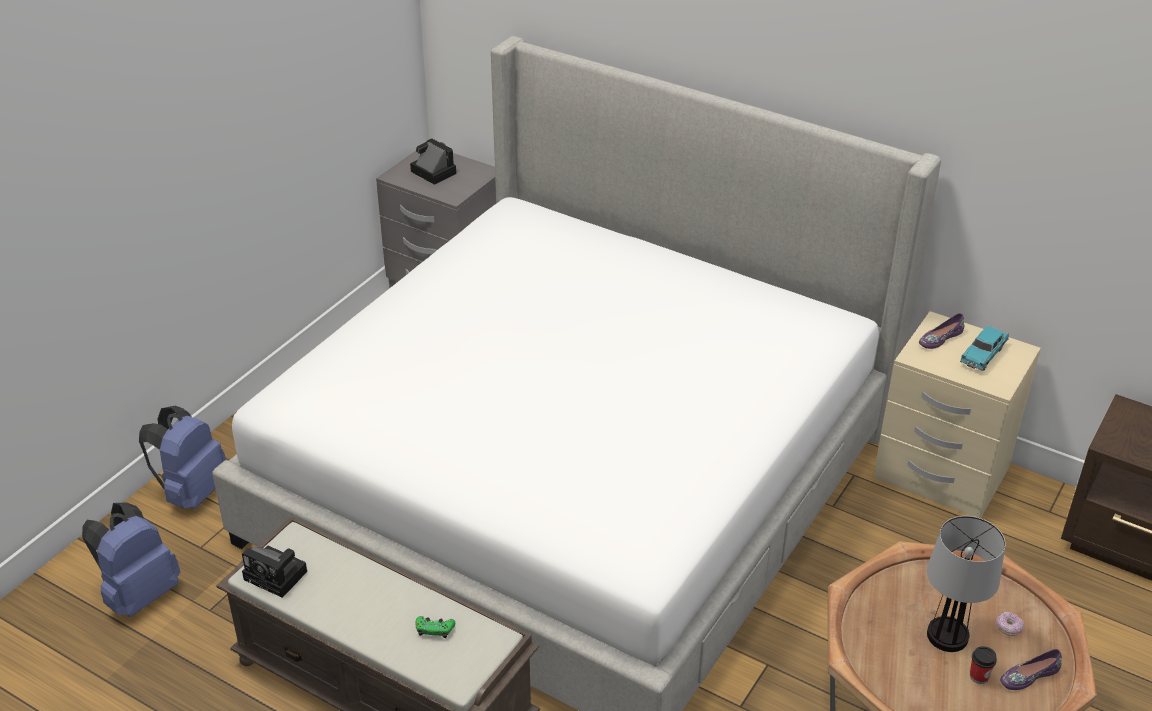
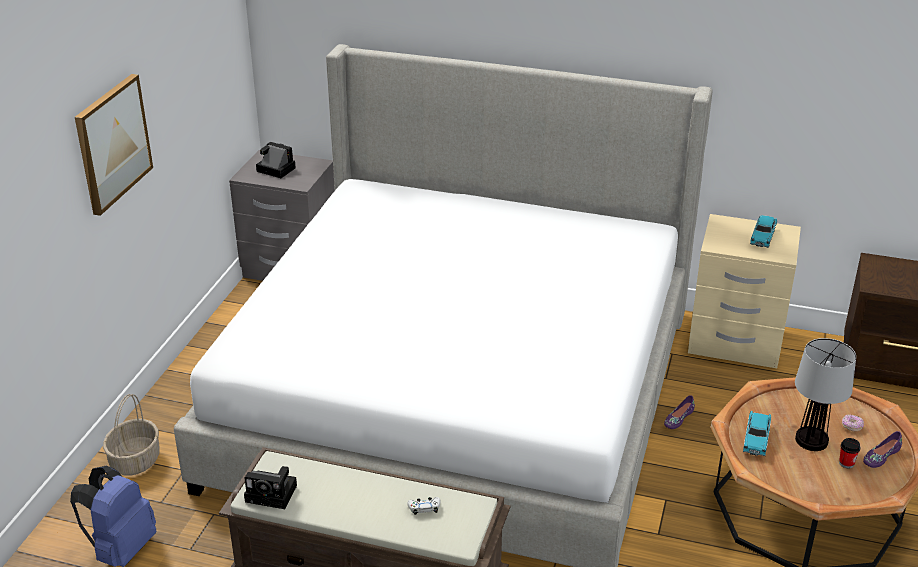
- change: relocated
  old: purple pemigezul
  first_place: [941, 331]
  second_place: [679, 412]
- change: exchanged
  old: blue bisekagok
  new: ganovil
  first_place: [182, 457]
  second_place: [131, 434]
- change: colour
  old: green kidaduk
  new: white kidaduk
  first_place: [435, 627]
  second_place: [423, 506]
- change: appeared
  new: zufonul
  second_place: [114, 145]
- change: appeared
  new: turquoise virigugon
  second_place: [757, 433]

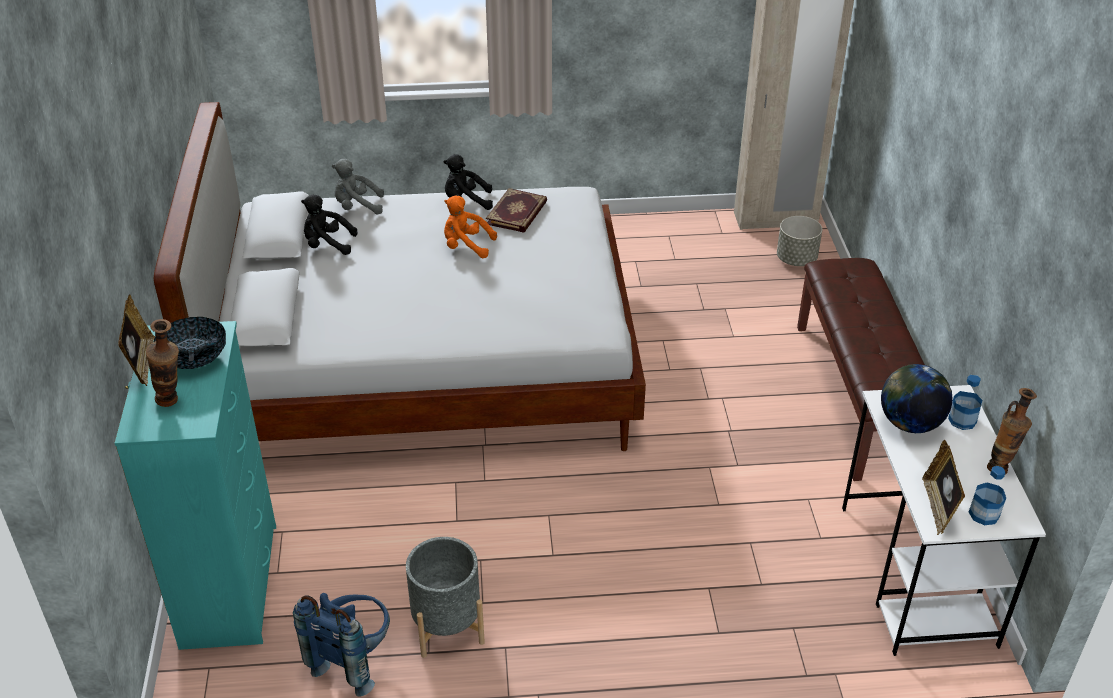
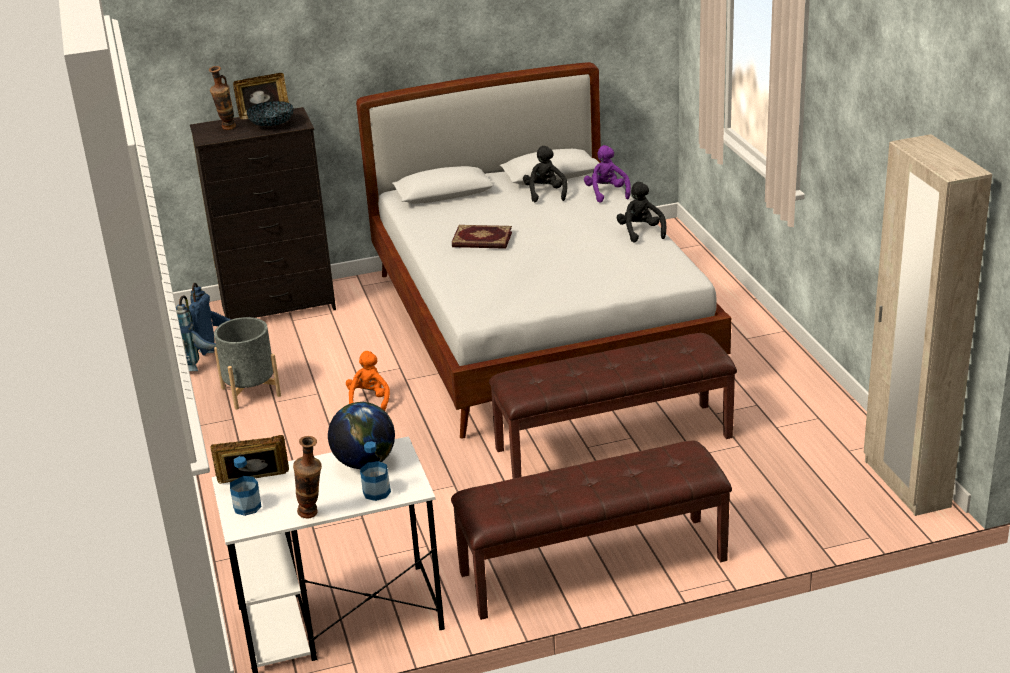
- change: colour
  old: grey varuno
  new: purple varuno
  first_place: [358, 186]
  second_place: [607, 174]
- change: relocated
  old: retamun
  first_place: [516, 210]
  second_place: [482, 237]
- change: relocated
  old: orange varuno
  first_place: [470, 226]
  second_place: [368, 381]
- change: missing
  old: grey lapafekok
  first_place: [799, 241]
- change: colour
  old: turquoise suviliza
  new: black suviliza
  first_place: [195, 485]
  second_place: [263, 213]
- change: appeared
  new: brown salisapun
  second_place: [613, 406]

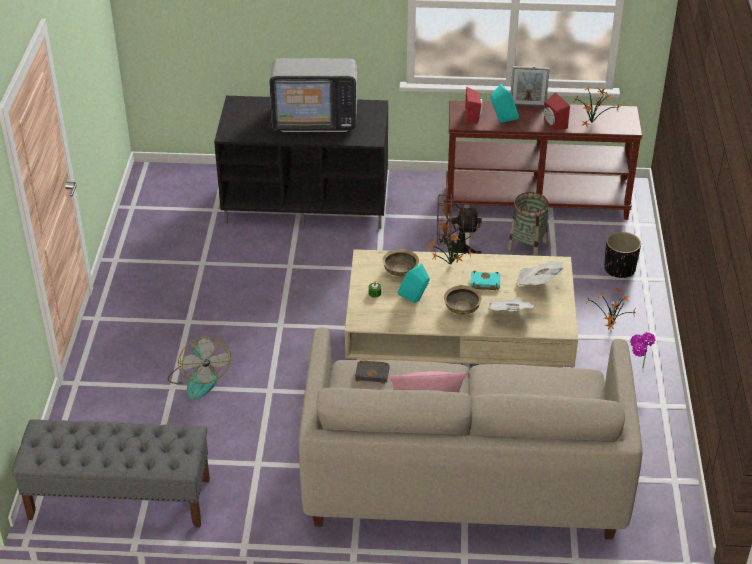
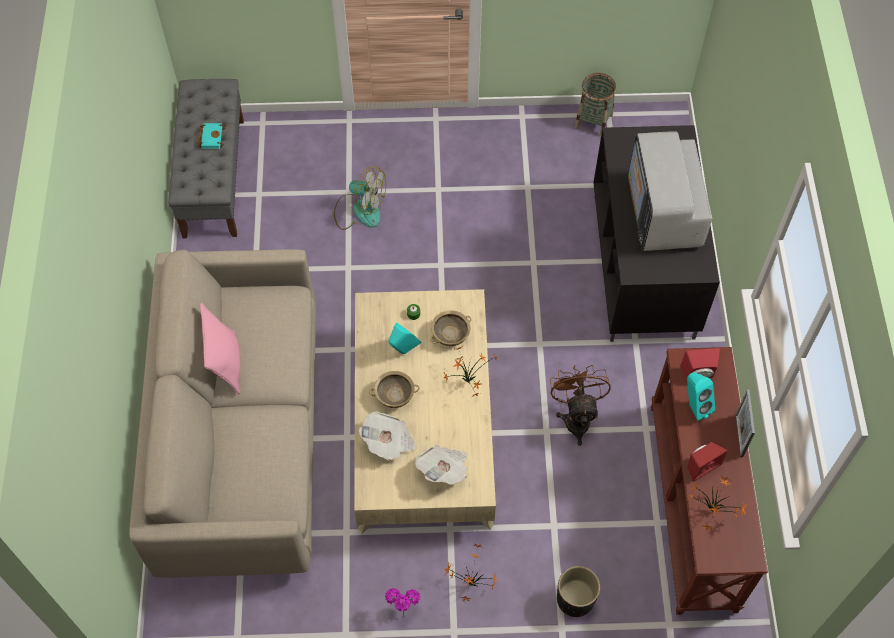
- change: relocated
  old: ganovil
  first_place: [528, 224]
  second_place: [596, 104]
- change: relocated
  old: turquoise retamun
  first_place: [485, 280]
  second_place: [211, 136]
- change: spun
  old: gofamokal
  first_place: [199, 368]
  second_place: [360, 198]
  degrees: -135
- change: missing
  old: black retamun
  first_place: [372, 372]

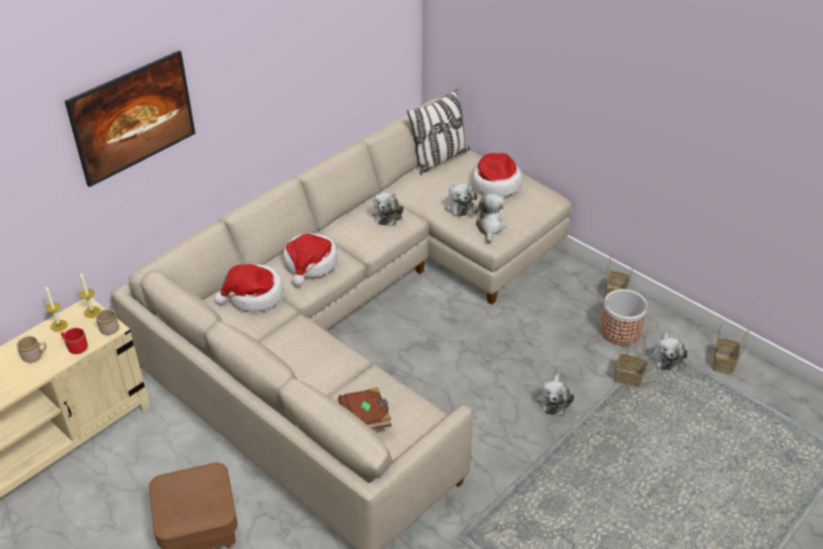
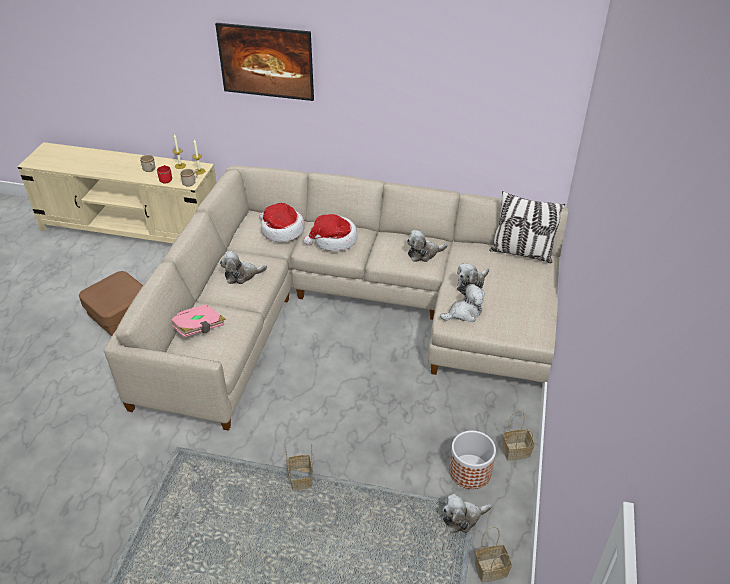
- change: missing
  old: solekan
  first_place: [497, 175]
- change: relocated
  old: ganovil
  first_place: [630, 360]
  second_place: [299, 467]
- change: relocated
  old: varuno
  first_place: [555, 394]
  second_place: [243, 267]
- change: colour
  old: brown retamun
  new: pink retamun
  first_place: [364, 408]
  second_place: [198, 320]

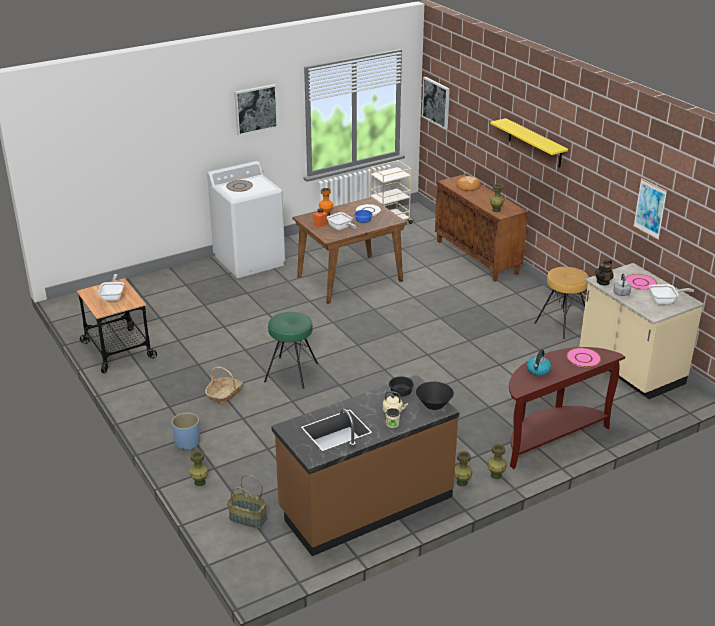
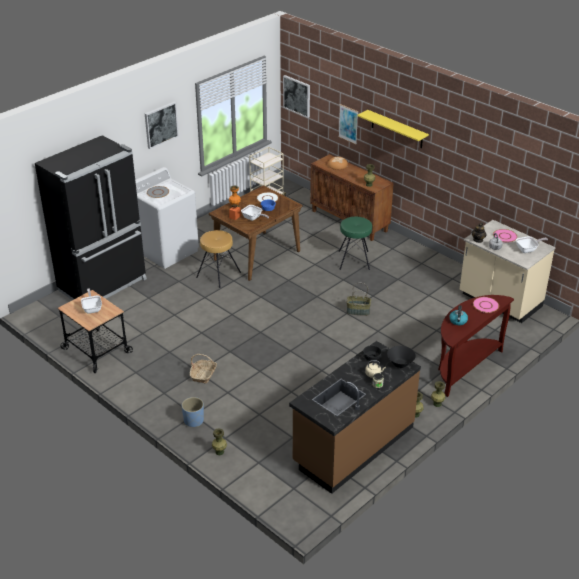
- change: relocated
  old: zufonul
  first_place: [650, 209]
  second_place: [348, 124]
- change: relocated
  old: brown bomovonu
  first_place: [562, 303]
  second_place: [218, 259]
- change: relocated
  old: green bomovonu
  first_place: [291, 350]
  second_place: [355, 243]
- change: relocated
  old: ganovil
  first_place: [247, 501]
  second_place: [359, 299]
- change: appeared
  new: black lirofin
  second_place: [91, 217]

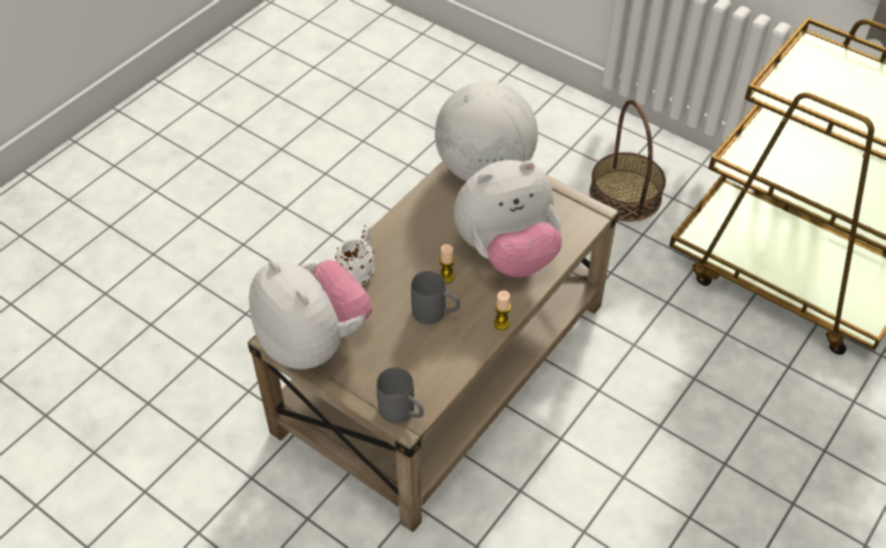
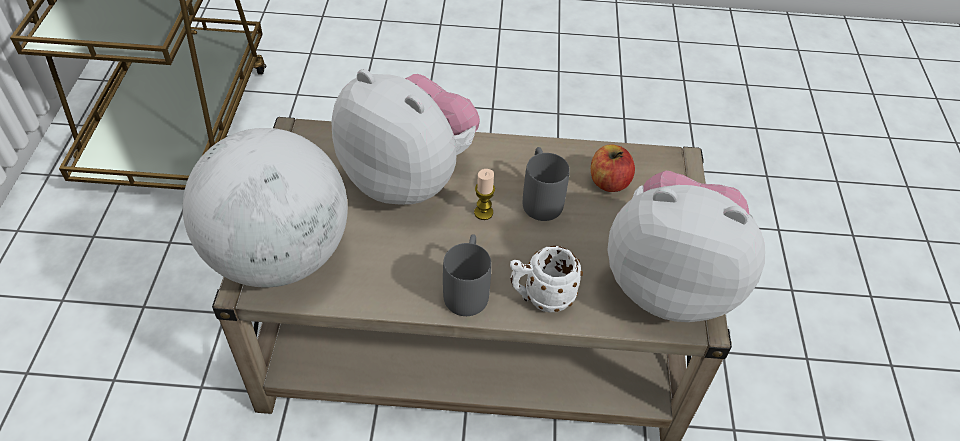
- change: missing
  old: ganovil
  first_place: [627, 161]
- change: spun
  old: varuno
  first_place: [310, 314]
  second_place: [686, 246]
  degrees: 90
- change: missing
  old: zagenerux
  first_place: [502, 310]
- change: relocated
  old: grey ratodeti
  first_place: [400, 395]
  second_place: [467, 275]
- change: appeared
  new: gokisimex
  second_place: [613, 168]

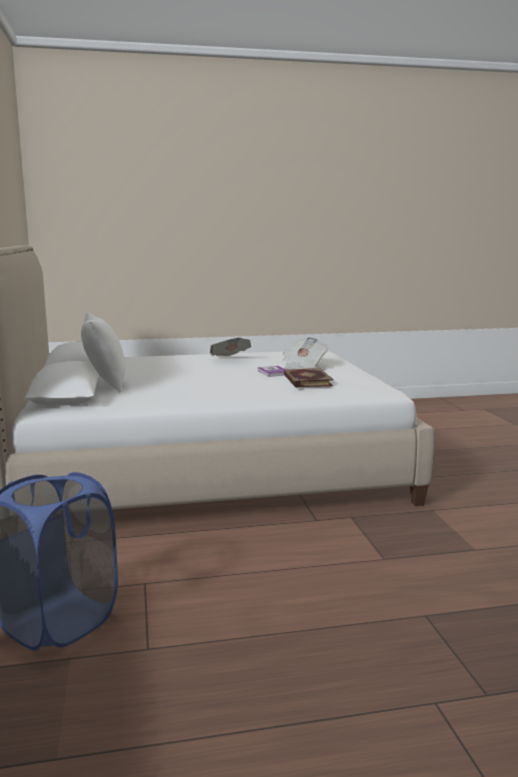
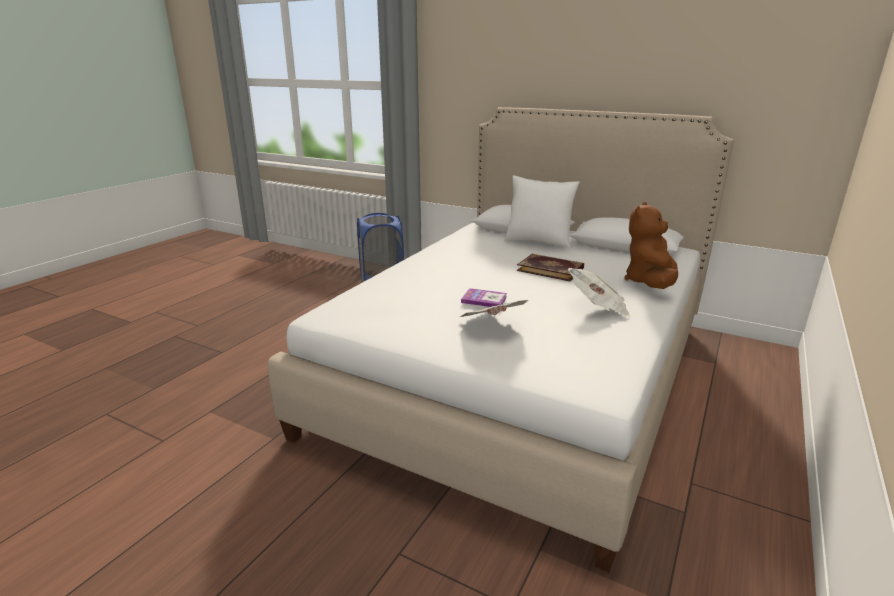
- change: relocated
  old: retamun
  first_place: [308, 378]
  second_place: [550, 268]
- change: appeared
  new: brown varuno
  second_place: [651, 245]

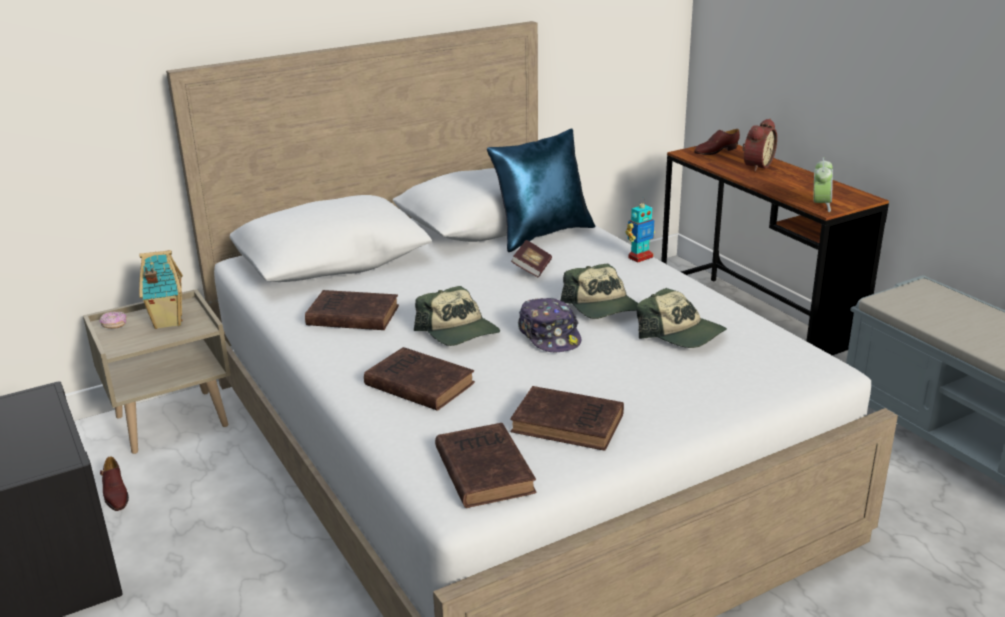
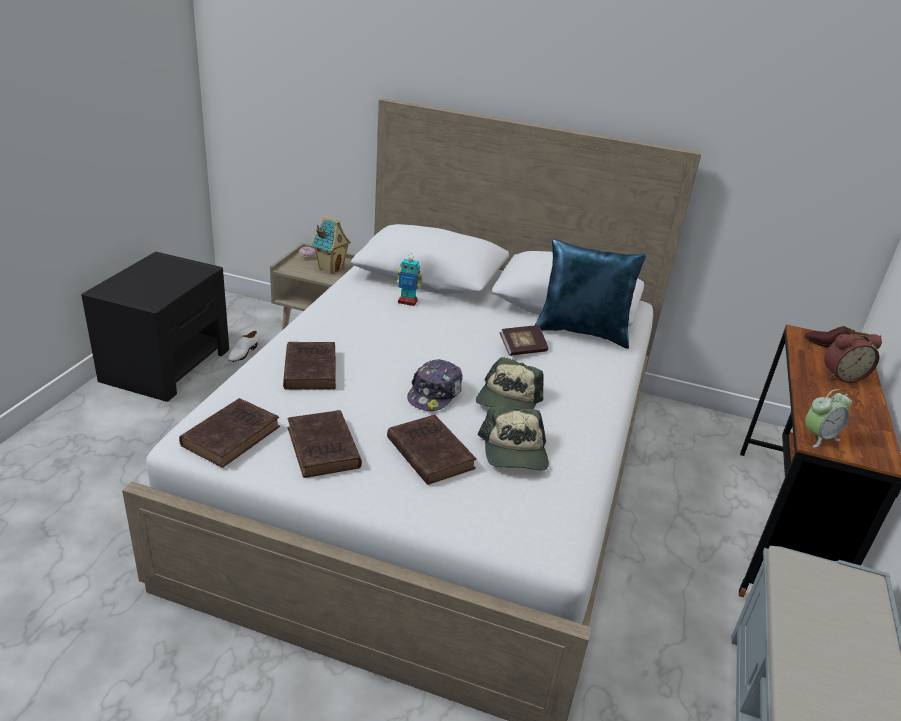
- change: relocated
  old: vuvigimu
  first_place: [640, 230]
  second_place: [409, 279]
- change: missing
  old: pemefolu
  first_place: [457, 316]
- change: relocated
  old: brown retamun
  first_place: [352, 310]
  second_place: [432, 450]
- change: colour
  old: brown pemigezul
  new: white pemigezul
  first_place: [114, 483]
  second_place: [243, 346]

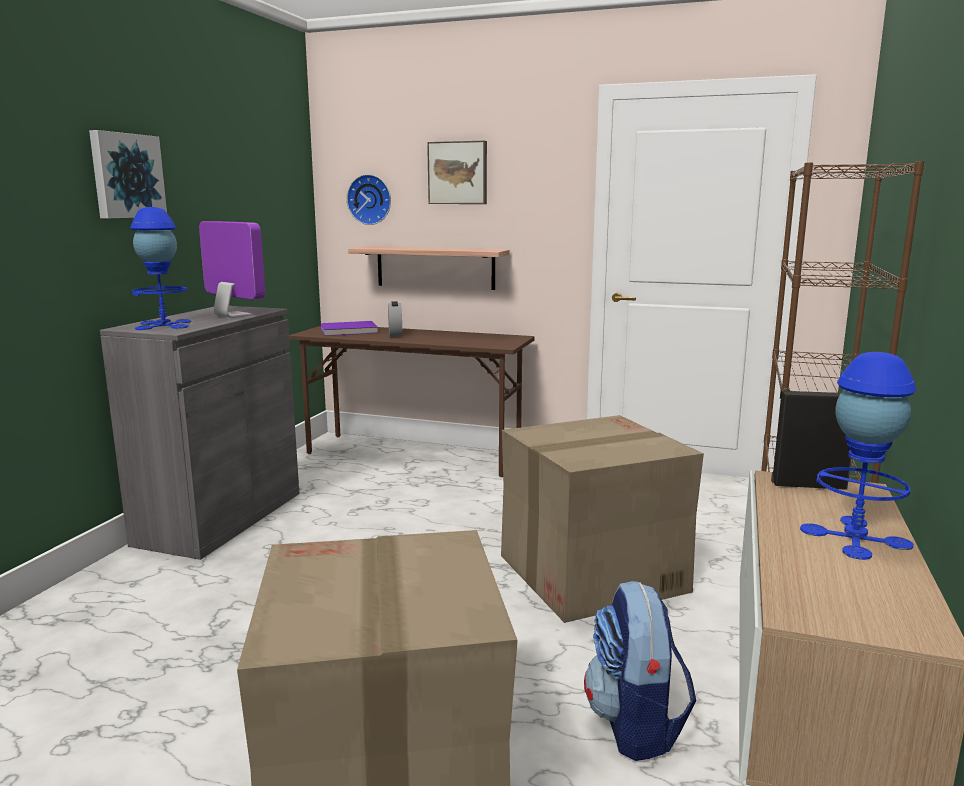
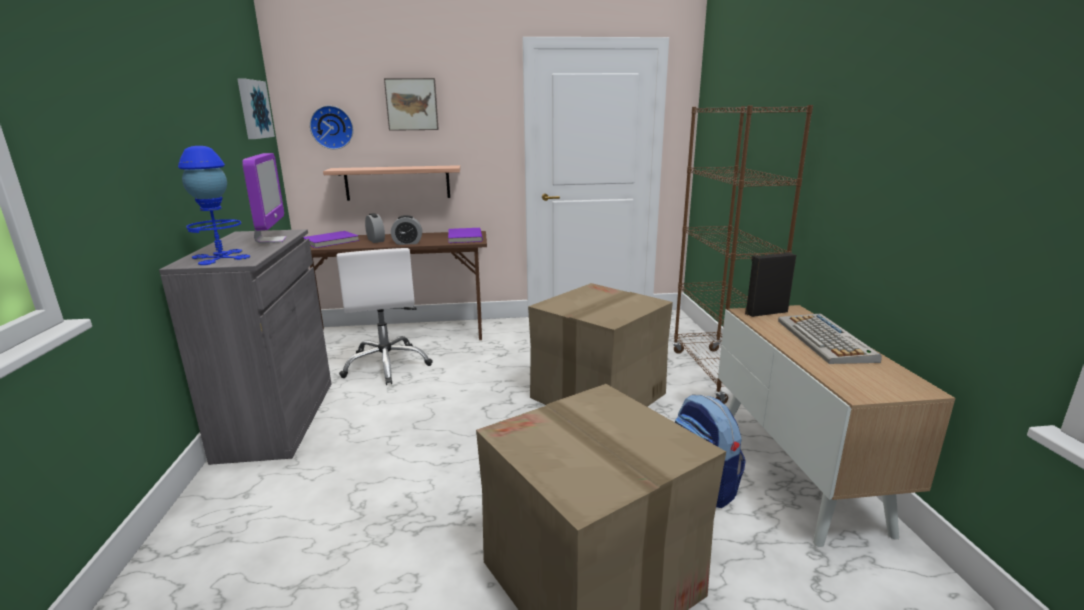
- change: relocated
  old: zufonul
  first_place: [128, 174]
  second_place: [256, 109]
- change: spun
  old: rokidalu
  first_place: [232, 269]
  second_place: [264, 198]
  degrees: 60
- change: exchanged
  old: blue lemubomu
  new: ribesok
  first_place: [858, 456]
  second_place: [830, 338]
- change: appeared
  new: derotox
  second_place: [406, 230]
- change: appeared
  new: purple retamun
  second_place: [465, 235]
- change: appeared
  new: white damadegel
  second_place: [384, 316]

